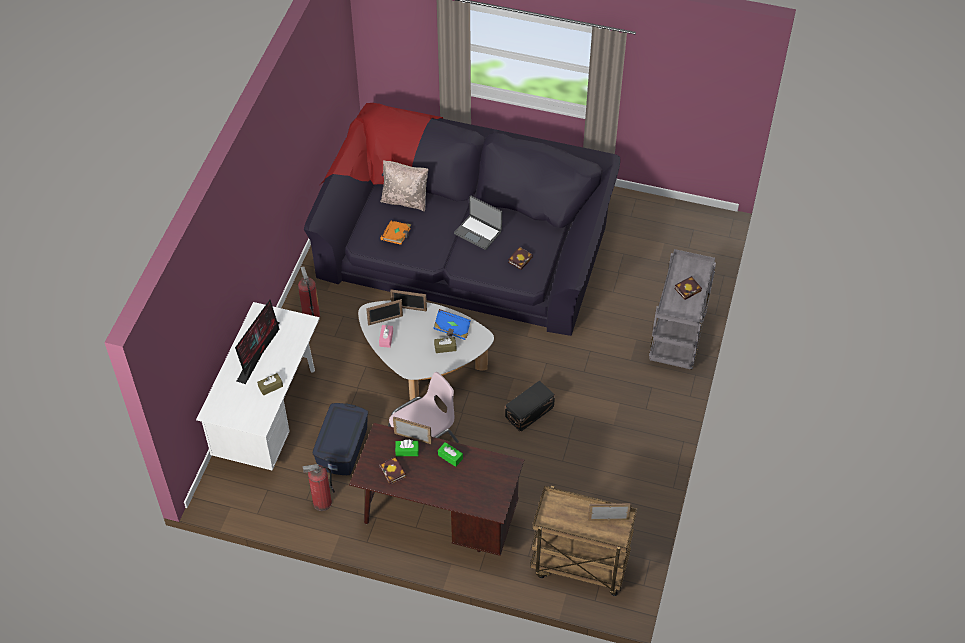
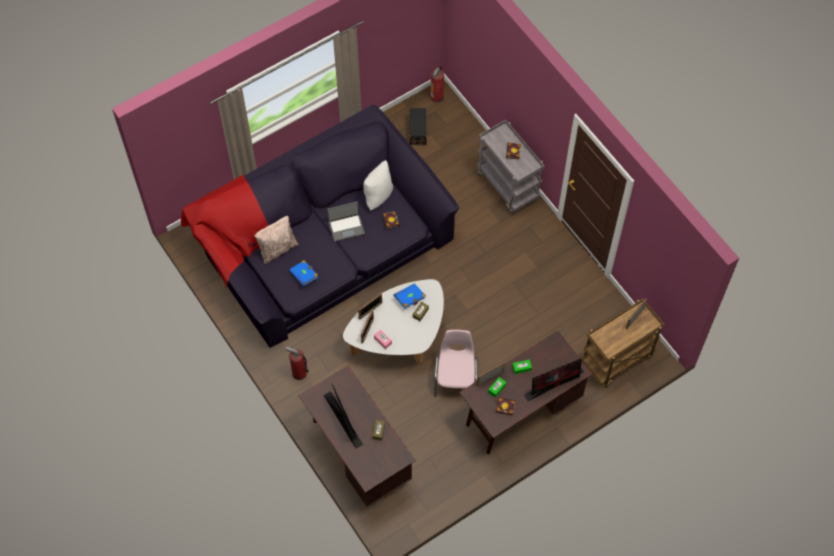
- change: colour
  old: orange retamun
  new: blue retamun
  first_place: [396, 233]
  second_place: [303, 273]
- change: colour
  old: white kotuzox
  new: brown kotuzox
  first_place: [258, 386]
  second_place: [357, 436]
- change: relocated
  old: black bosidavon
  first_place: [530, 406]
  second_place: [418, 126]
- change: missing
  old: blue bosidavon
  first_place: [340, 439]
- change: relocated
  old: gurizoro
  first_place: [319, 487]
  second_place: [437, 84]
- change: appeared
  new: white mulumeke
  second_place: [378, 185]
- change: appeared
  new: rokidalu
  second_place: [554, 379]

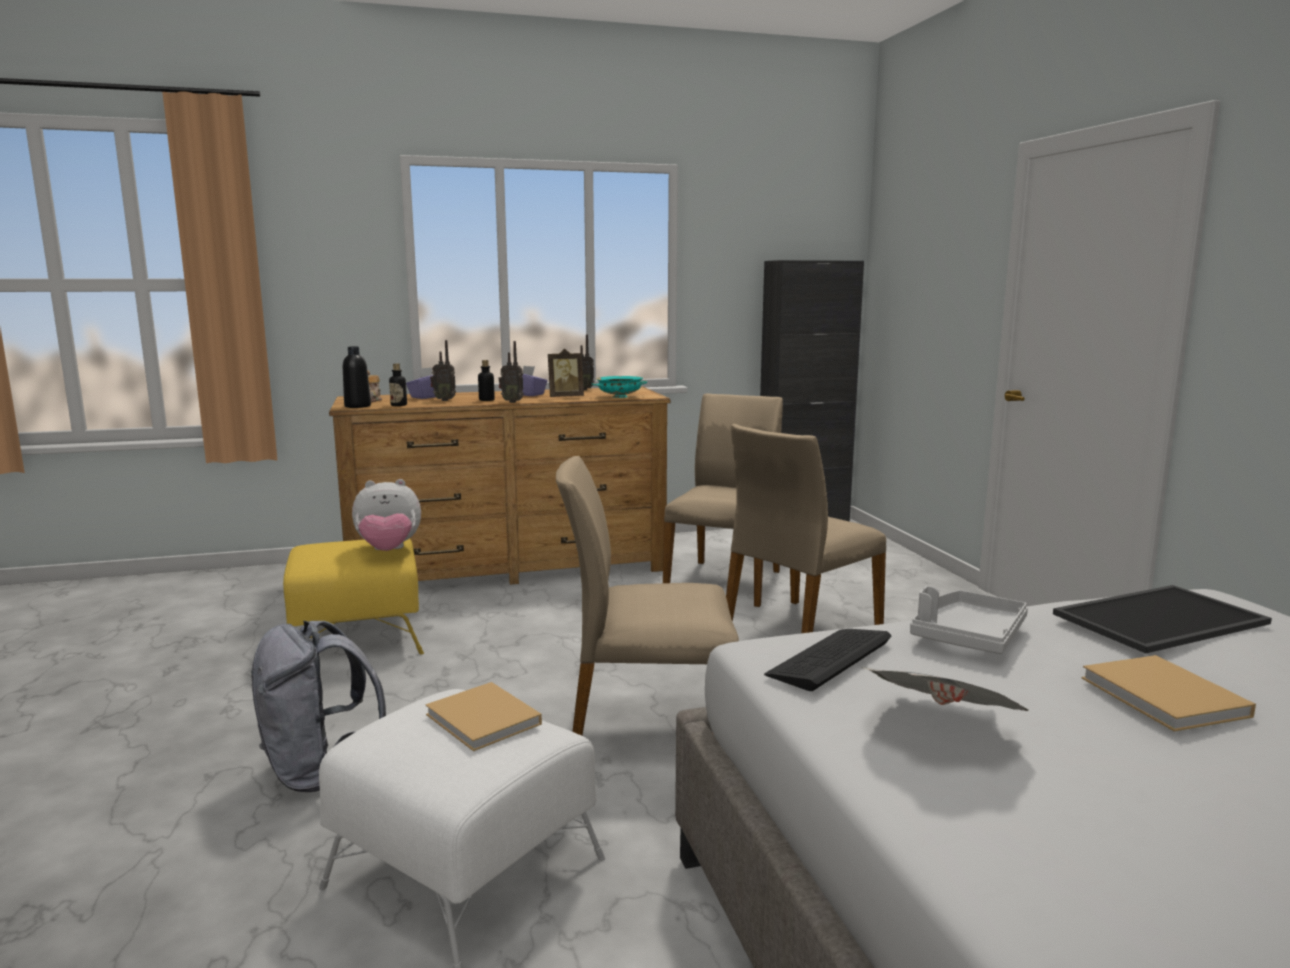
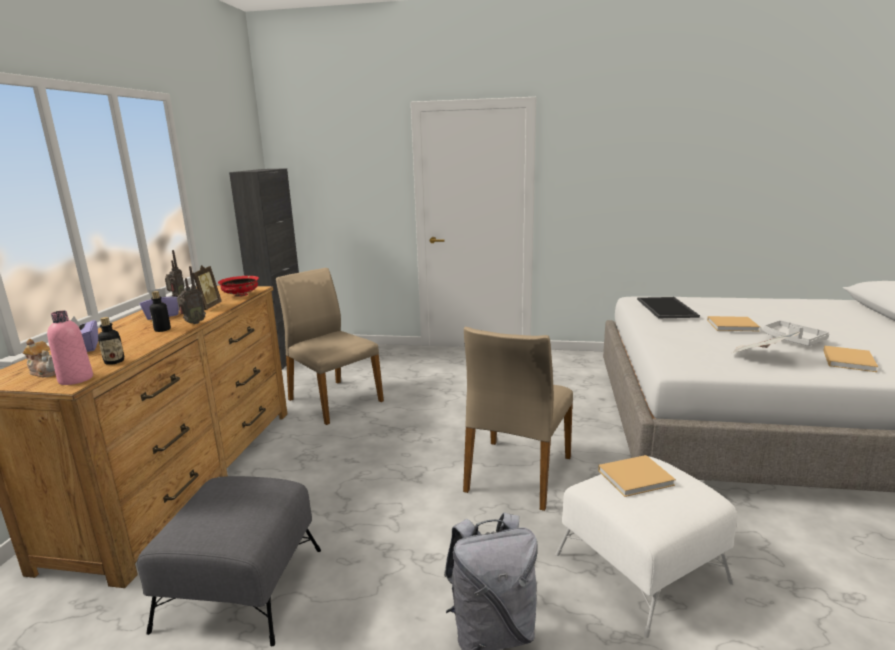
- change: missing
  old: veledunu
  first_place: [443, 370]
- change: colour
  old: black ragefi
  new: pink ragefi
  first_place: [357, 377]
  second_place: [70, 348]
- change: colour
  old: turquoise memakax
  new: red memakax
  first_place: [619, 387]
  second_place: [238, 286]
- change: missing
  old: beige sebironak
  first_place: [806, 528]
- change: missing
  old: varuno
  first_place: [386, 515]
- change: colour
  old: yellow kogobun
  new: grey kogobun
  first_place: [353, 596]
  second_place: [229, 561]
- change: relocated
  old: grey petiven
  first_place: [969, 620]
  second_place: [796, 333]
- change: missing
  old: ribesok
  first_place: [827, 660]
- change: appeared
  new: beige retamun
  second_place: [850, 358]

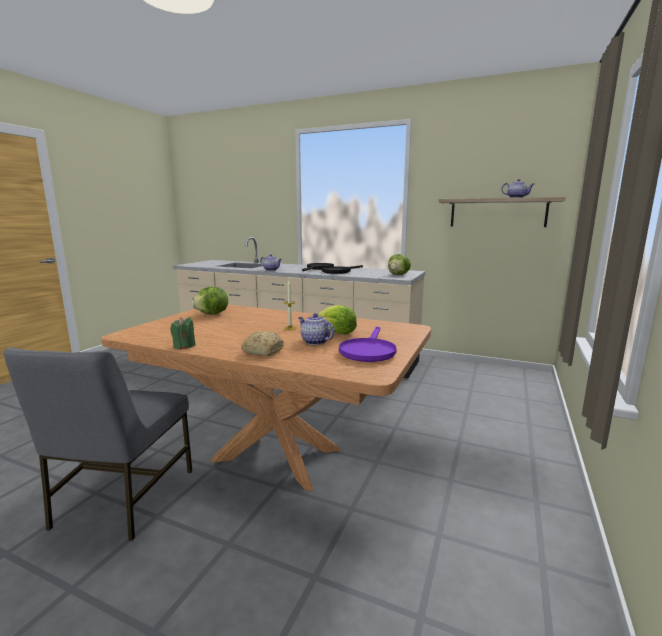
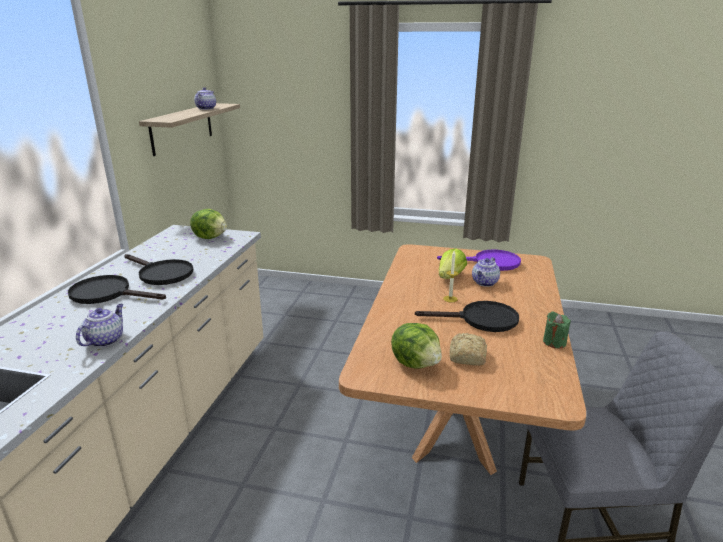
- change: relocated
  old: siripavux
  first_place: [262, 343]
  second_place: [468, 349]
- change: appeared
  new: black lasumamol
  second_place: [467, 316]

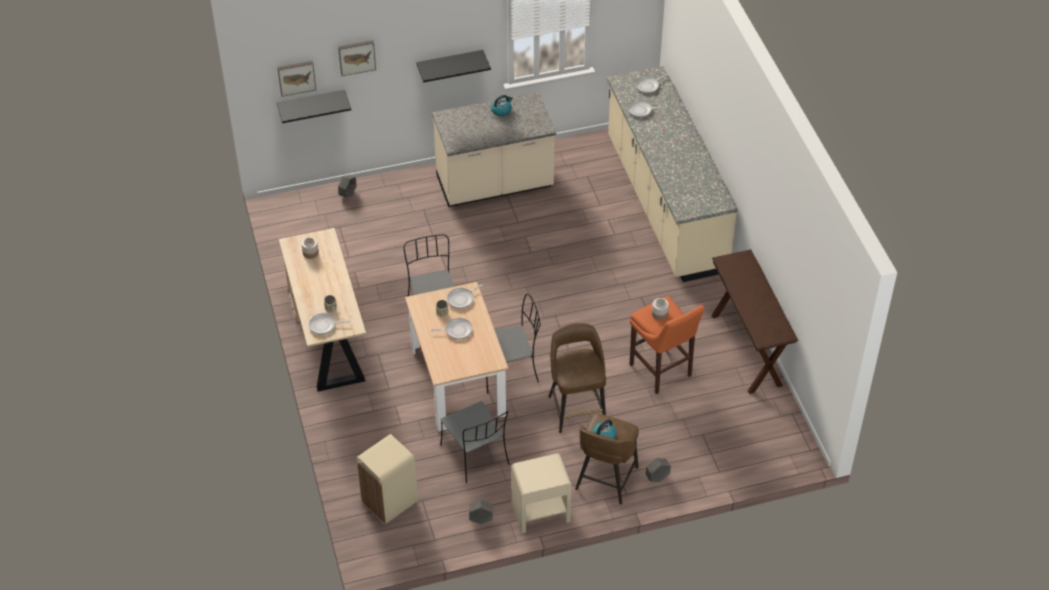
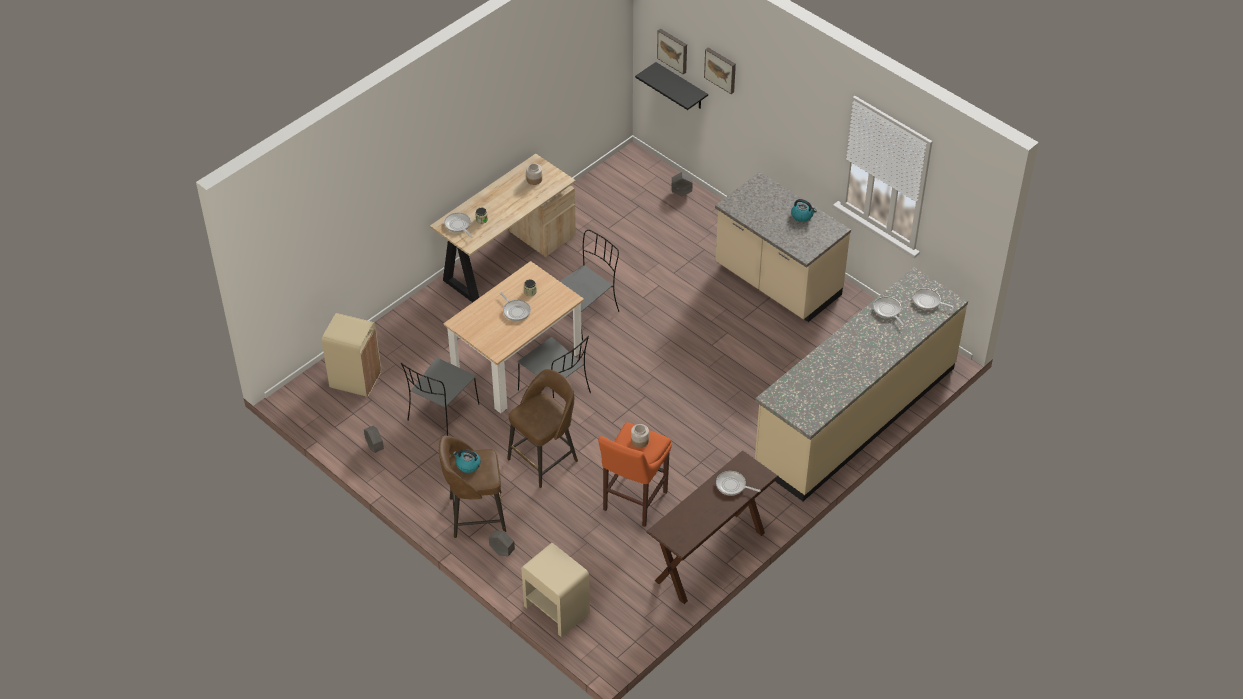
- change: missing
  old: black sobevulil
  first_place: [453, 66]
- change: relocated
  old: lasumamol
  first_place: [465, 296]
  second_place: [738, 483]
- change: relocated
  old: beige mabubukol
  first_place: [541, 493]
  second_place: [555, 590]

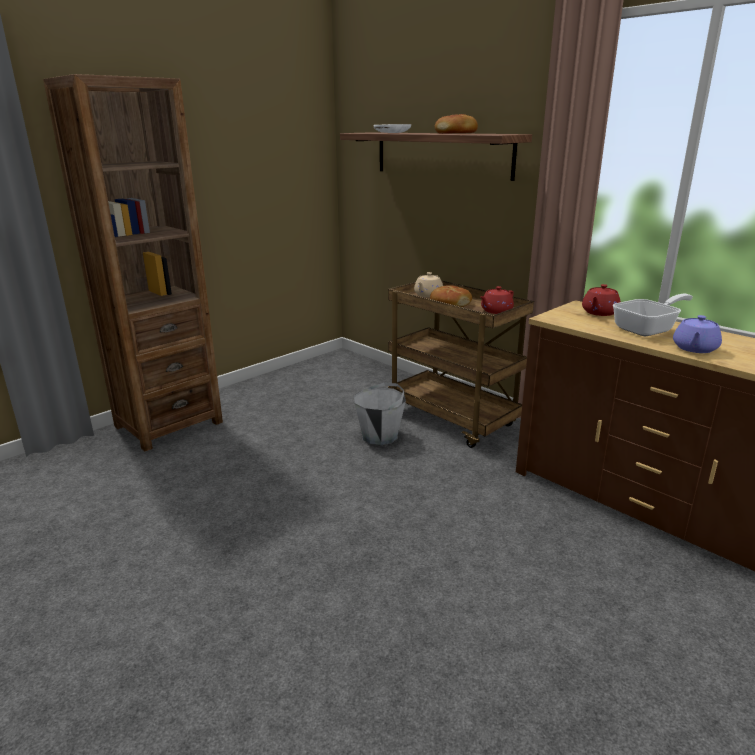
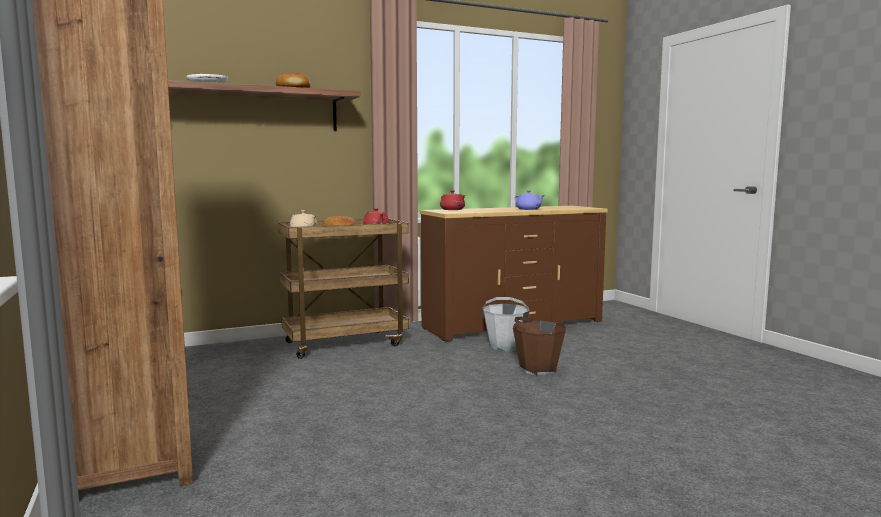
- change: missing
  old: lasumamol
  first_place: [653, 315]
- change: relocated
  old: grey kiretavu
  first_place: [380, 414]
  second_place: [506, 324]
- change: appeared
  new: brown kiretavu
  second_place: [539, 346]

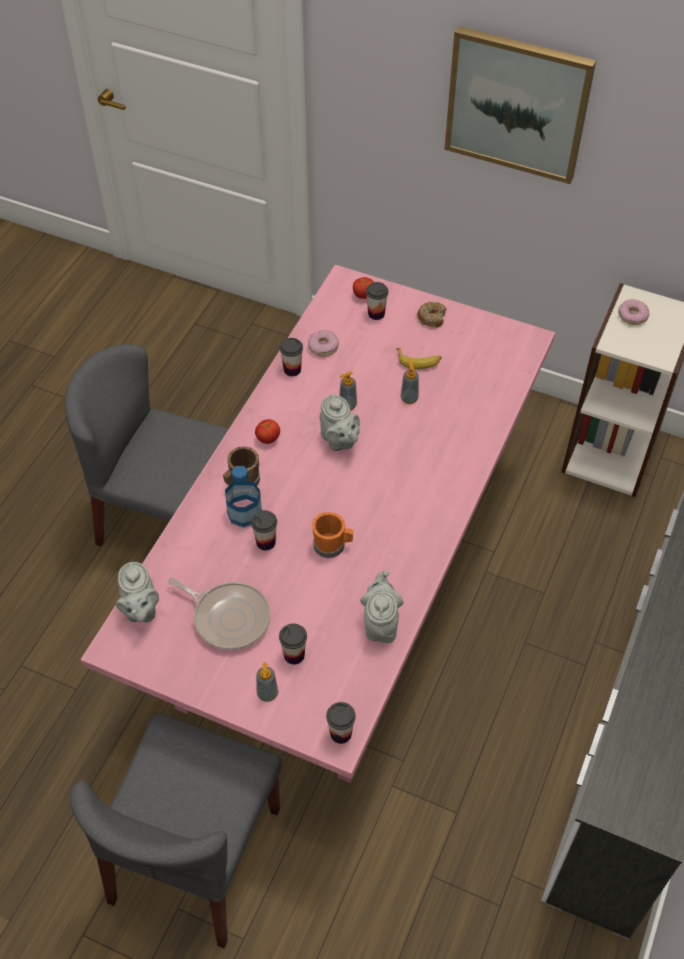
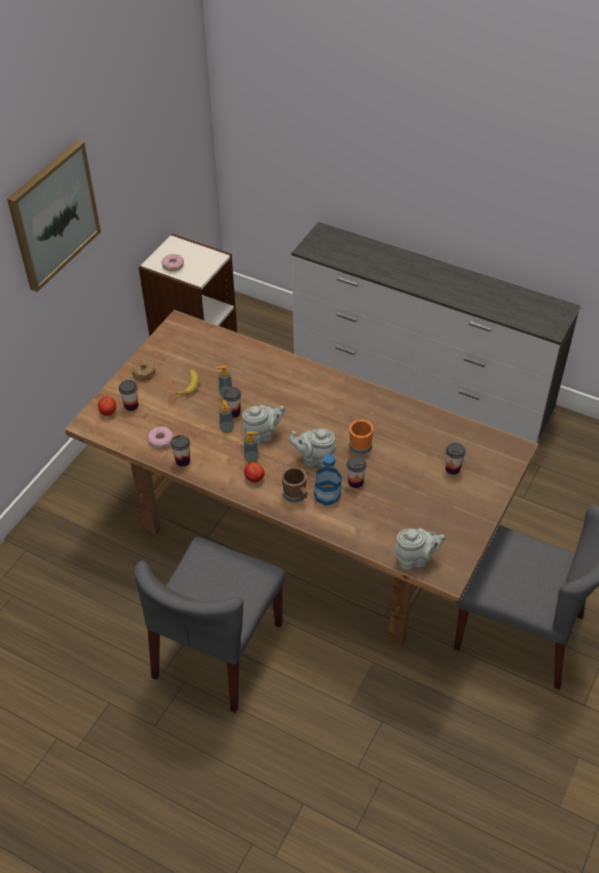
- change: colour
  old: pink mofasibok
  new: brown mofasibok
  first_place: [318, 524]
  second_place: [302, 478]
- change: relocated
  old: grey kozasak
  first_place: [382, 606]
  second_place: [312, 448]
- change: missing
  old: lasumamol
  first_place: [219, 613]
- change: relocated
  old: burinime
  first_place: [267, 682]
  second_place: [251, 447]
- change: relocated
  old: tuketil
  first_place: [341, 723]
  second_place: [231, 402]

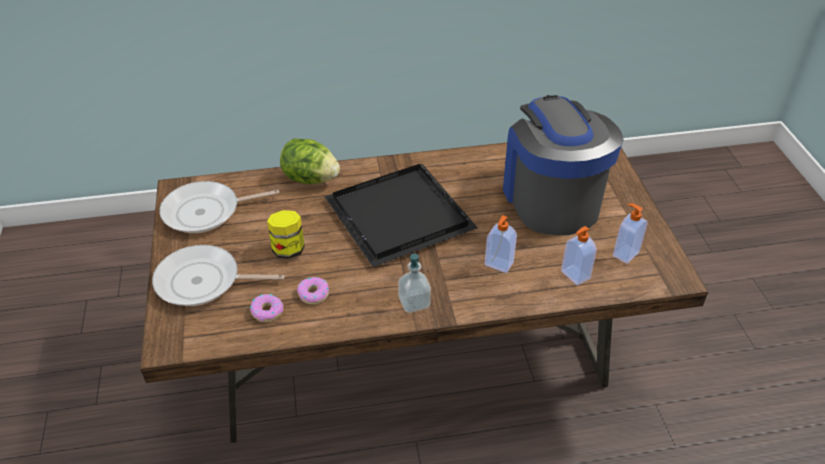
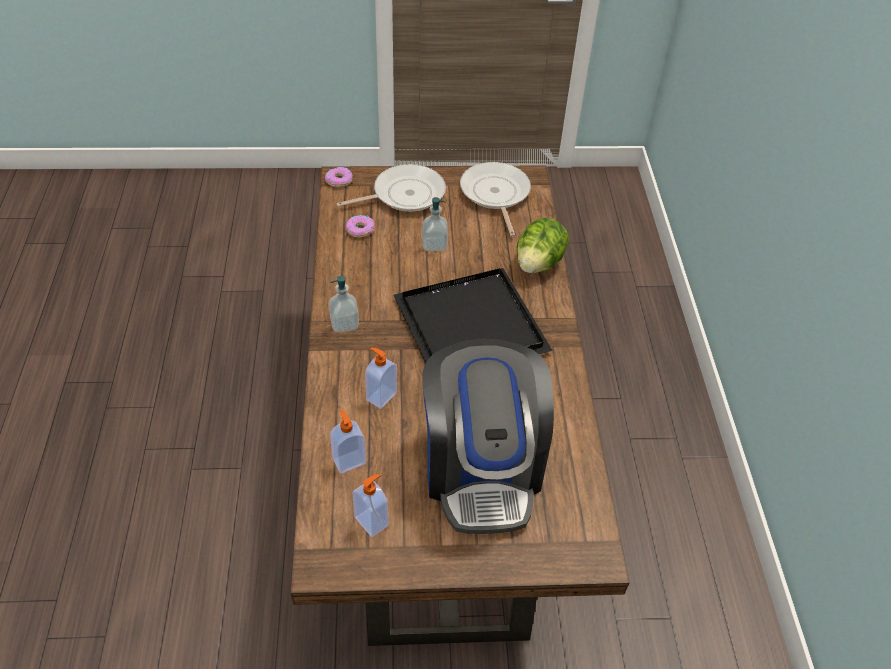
- change: spun
  old: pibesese
  first_place: [563, 165]
  second_place: [488, 436]
  degrees: 90
- change: exchanged
  old: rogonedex
  new: burinime
  first_place: [286, 234]
  second_place: [435, 224]
- change: spun
  old: lasumamol
  first_place: [218, 275]
  second_place: [391, 188]
  degrees: 60
- change: relocated
  old: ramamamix
  first_place: [313, 291]
  second_place: [339, 177]

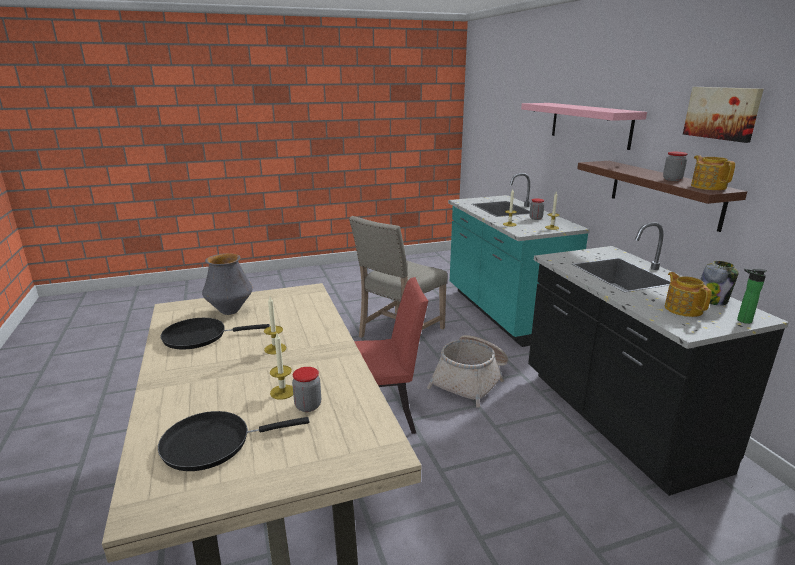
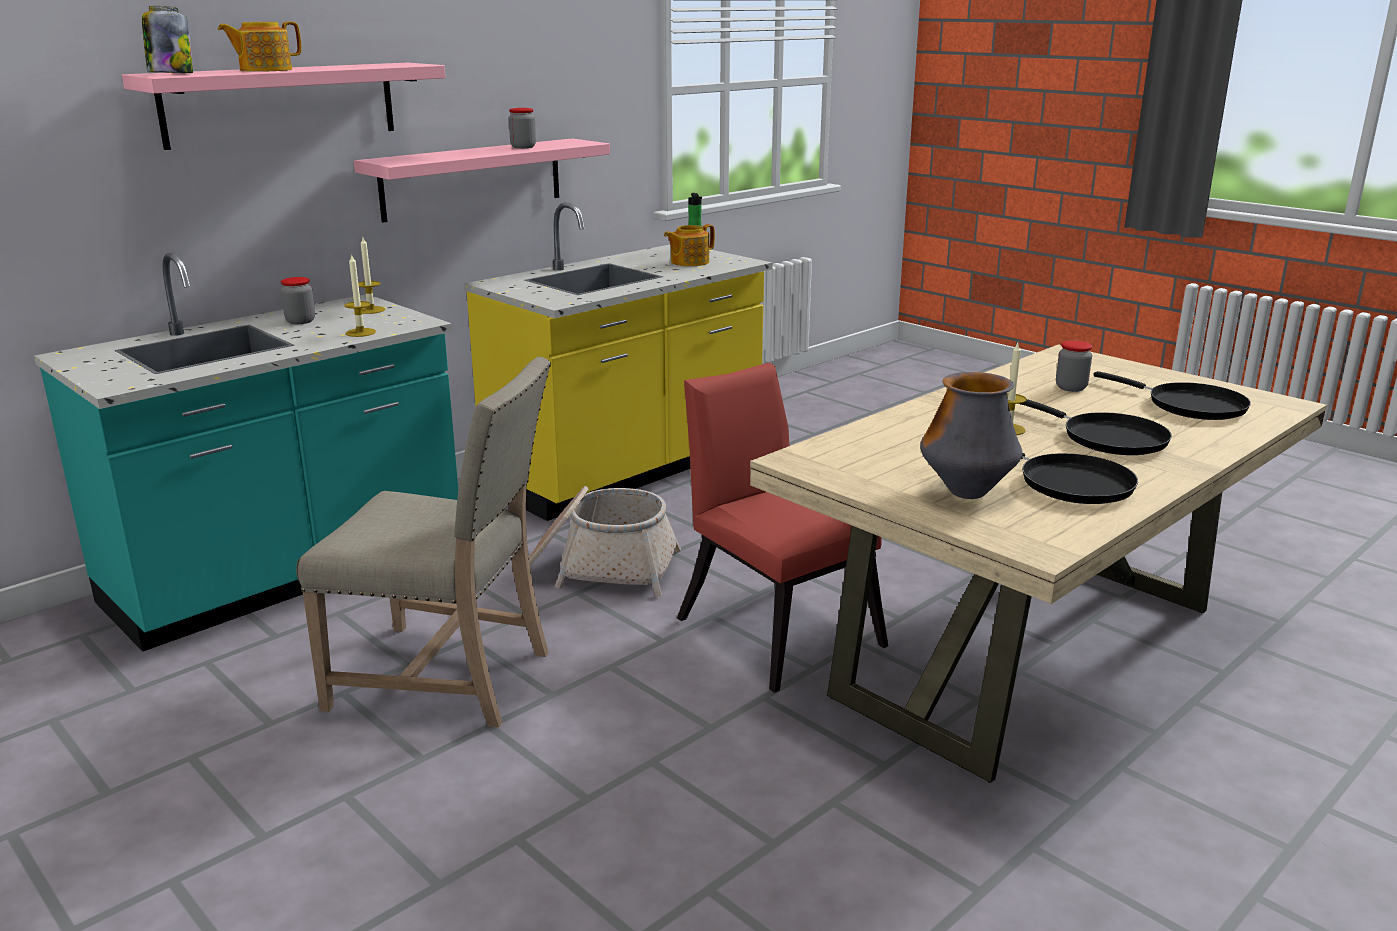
- change: missing
  old: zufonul
  first_place: [723, 115]
- change: relocated
  old: kozasak
  first_place: [713, 172]
  second_place: [260, 46]
- change: colour
  old: brown sobevulil
  new: pink sobevulil
  first_place: [662, 196]
  second_place: [482, 180]
- change: colour
  old: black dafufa
  new: yellow dafufa
  first_place: [658, 359]
  second_place: [618, 361]
- change: relocated
  old: rogonedex
  first_place: [719, 283]
  second_place: [167, 39]
- change: missing
  old: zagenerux
  first_place: [281, 366]
- change: appeared
  new: black lasumamol
  second_place: [1096, 427]

